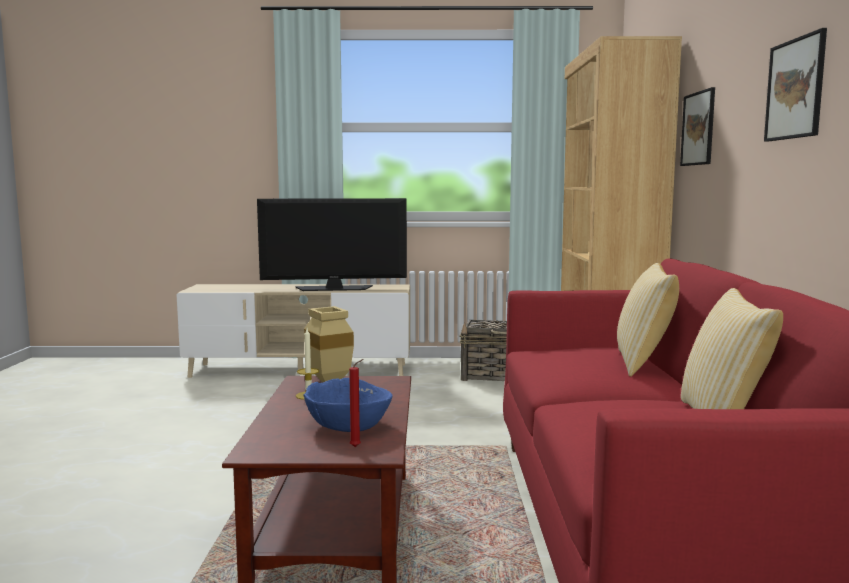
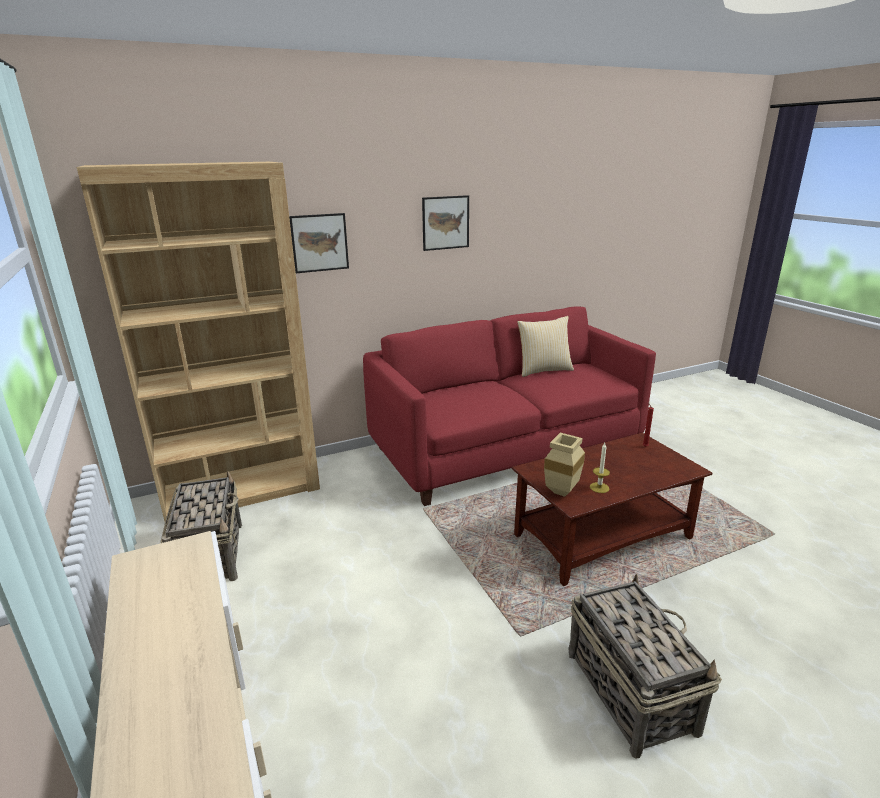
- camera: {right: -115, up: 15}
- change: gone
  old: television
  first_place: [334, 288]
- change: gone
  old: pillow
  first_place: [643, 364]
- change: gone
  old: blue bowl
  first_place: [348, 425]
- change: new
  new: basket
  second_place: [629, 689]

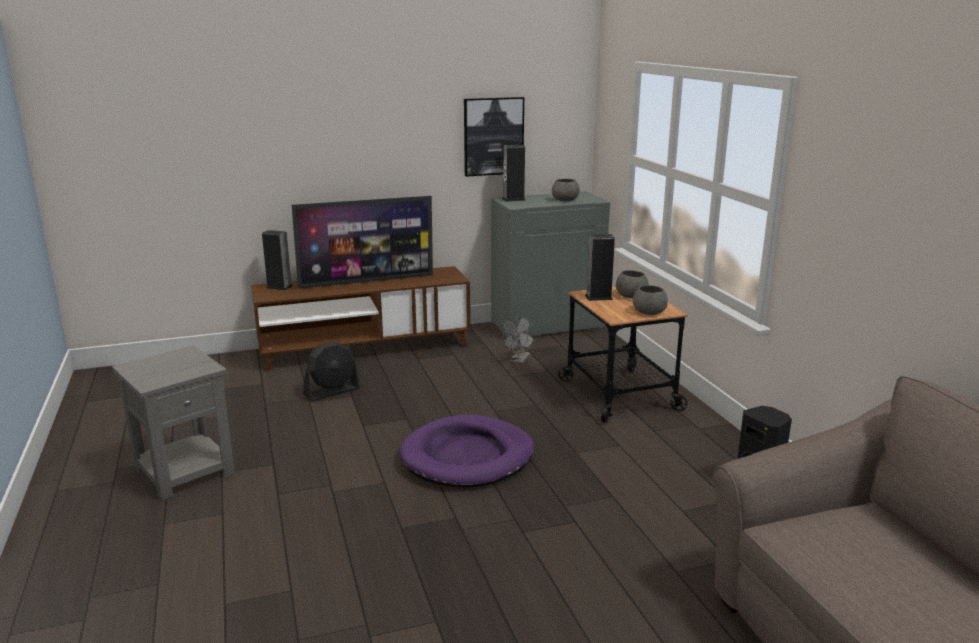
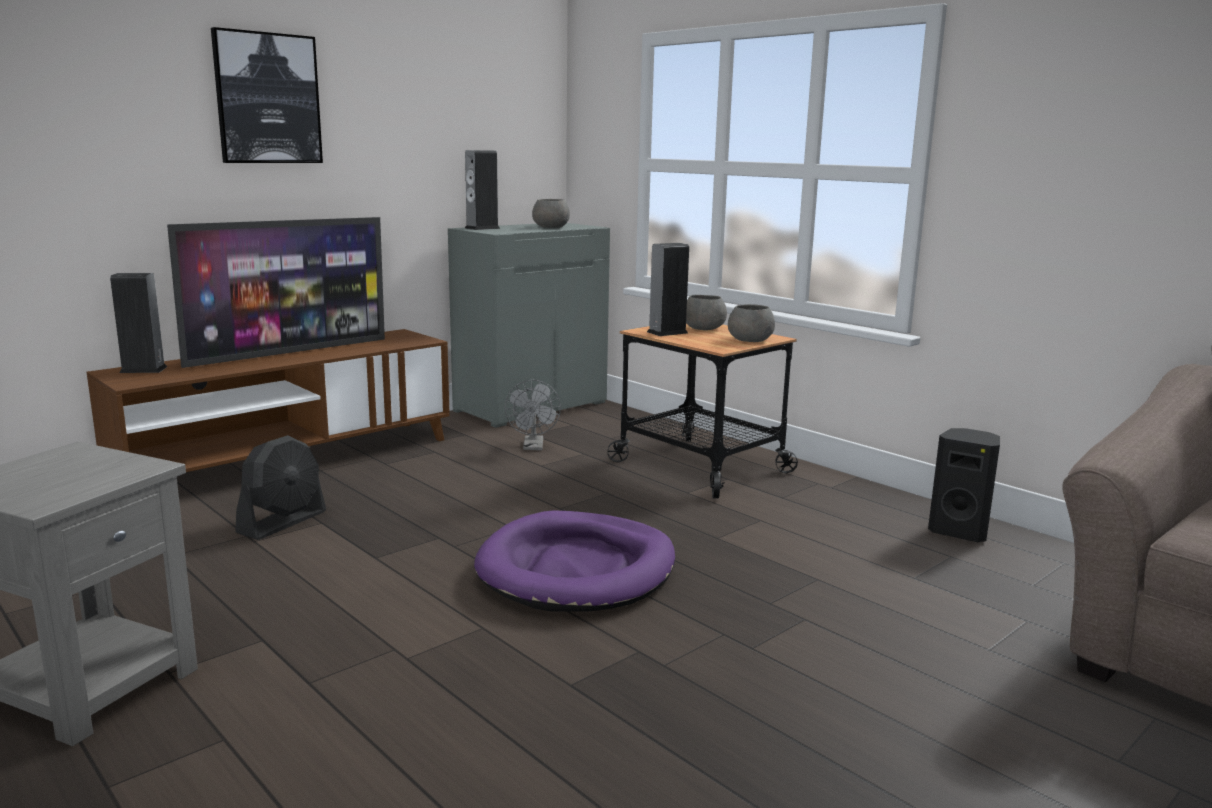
- camera: {right: -25, up: -5}
- change: shifted
  old: picture
  first_place: [493, 136]
  second_place: [267, 98]

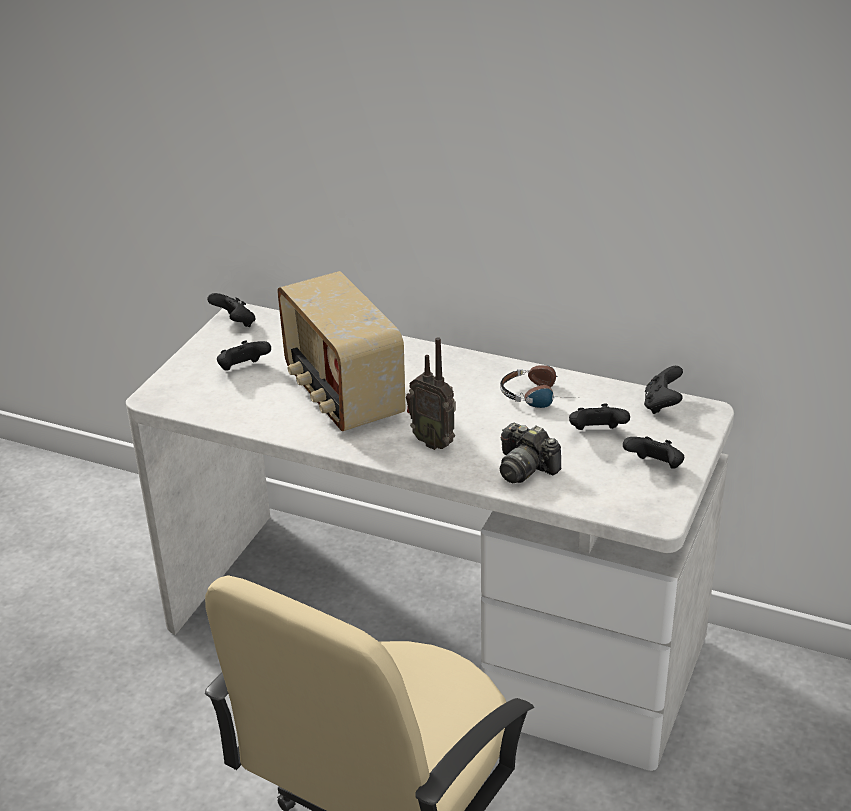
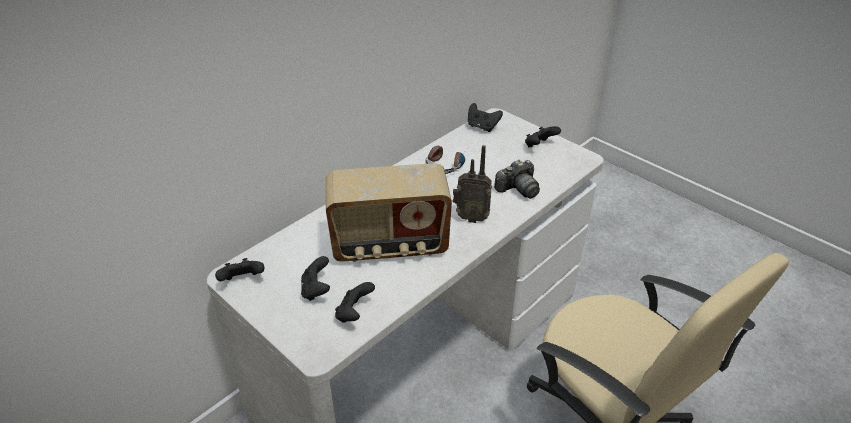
- camera: {right: -70, up: 5}
- change: rotated
  old: radio
  first_place: [434, 441]
  second_place: [471, 217]
  degrees: 45
- change: shifted
  old: black game controller
  first_place: [597, 433]
  second_place: [354, 313]

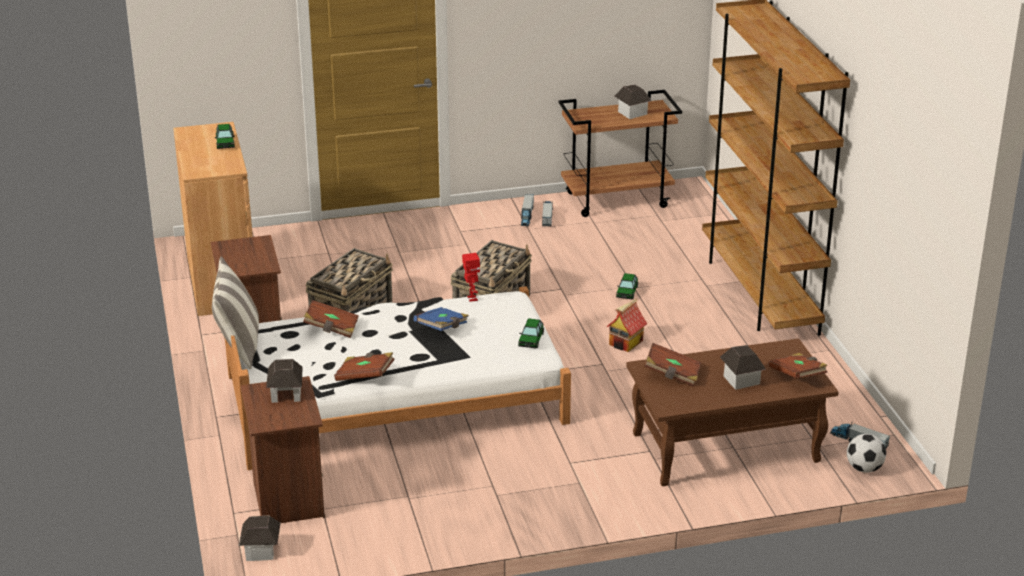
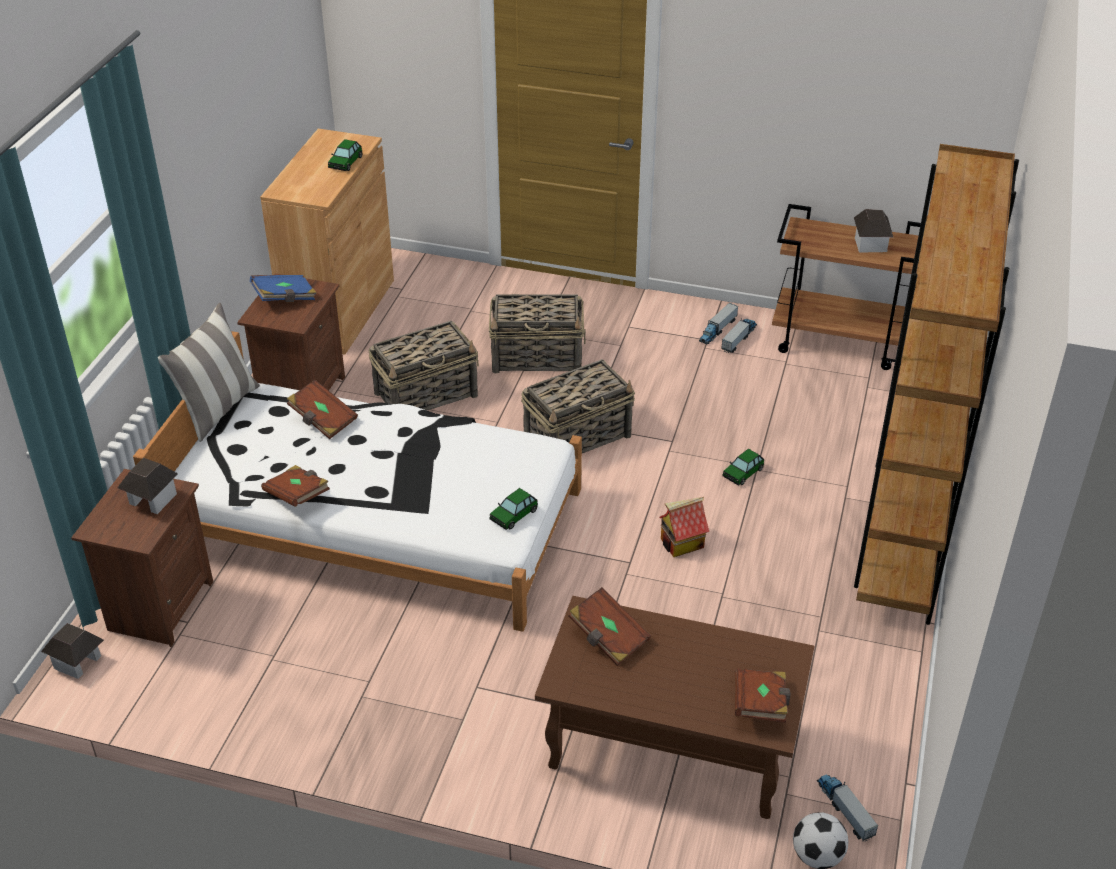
- camera: {right: 30, up: 10}
- change: gone
  old: toy robot
  first_place: [471, 298]
- change: shifted
  old: blue book
  first_place: [442, 328]
  second_place: [285, 298]
- change: gone
  old: toy house
  first_place: [741, 380]
- change: new
  new: basket
  second_place: [538, 357]

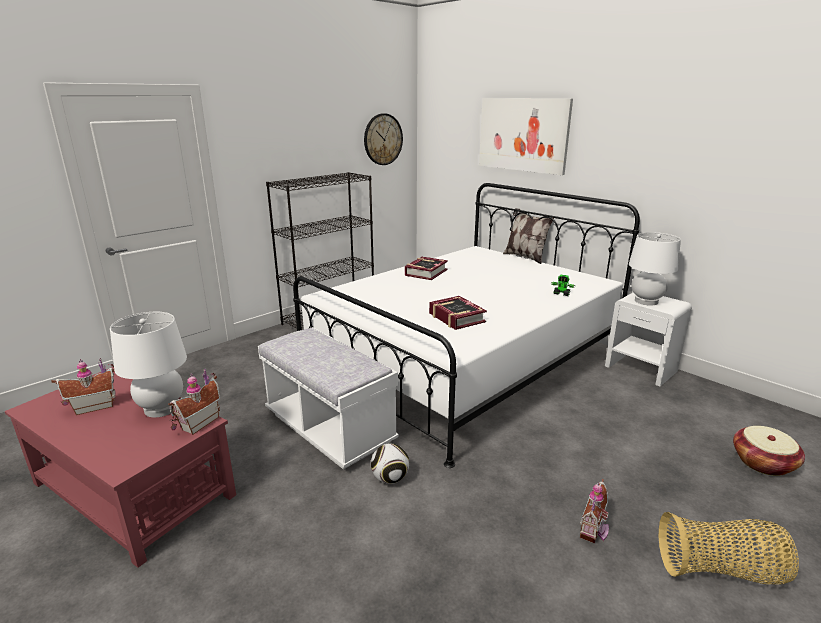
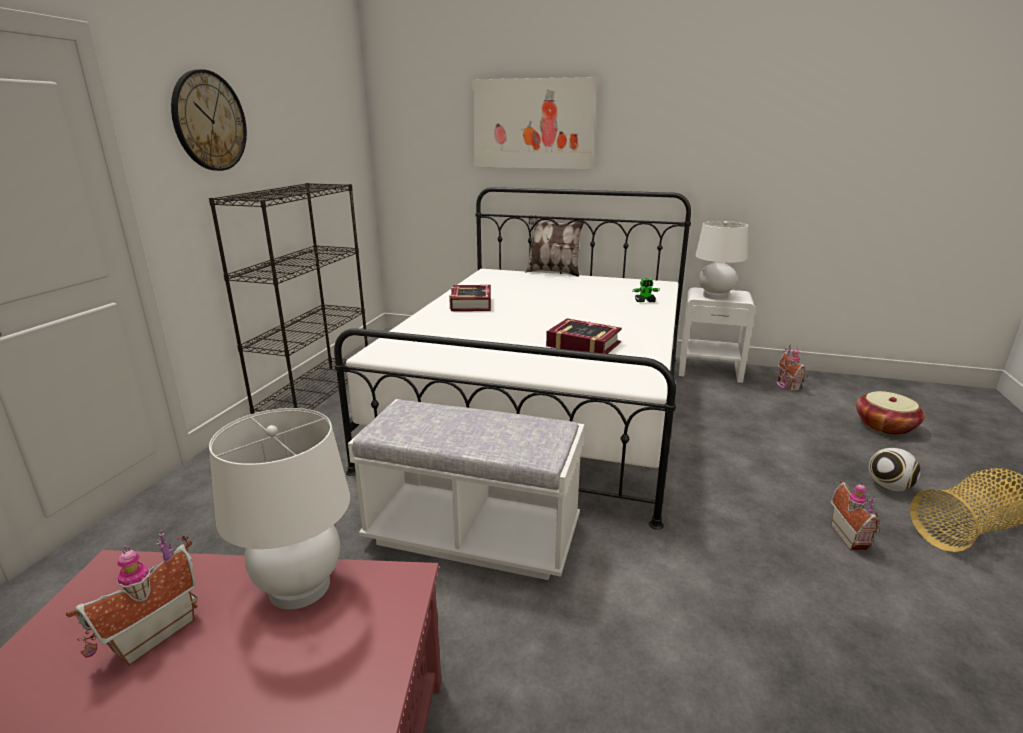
- camera: {right: -30, up: 0}
- change: shifted
  old: wall clock
  first_place: [383, 139]
  second_place: [209, 121]
- change: shifted
  old: toy house
  first_place: [197, 423]
  second_place: [786, 385]
- change: shifted
  old: football
  first_place: [390, 478]
  second_place: [888, 487]

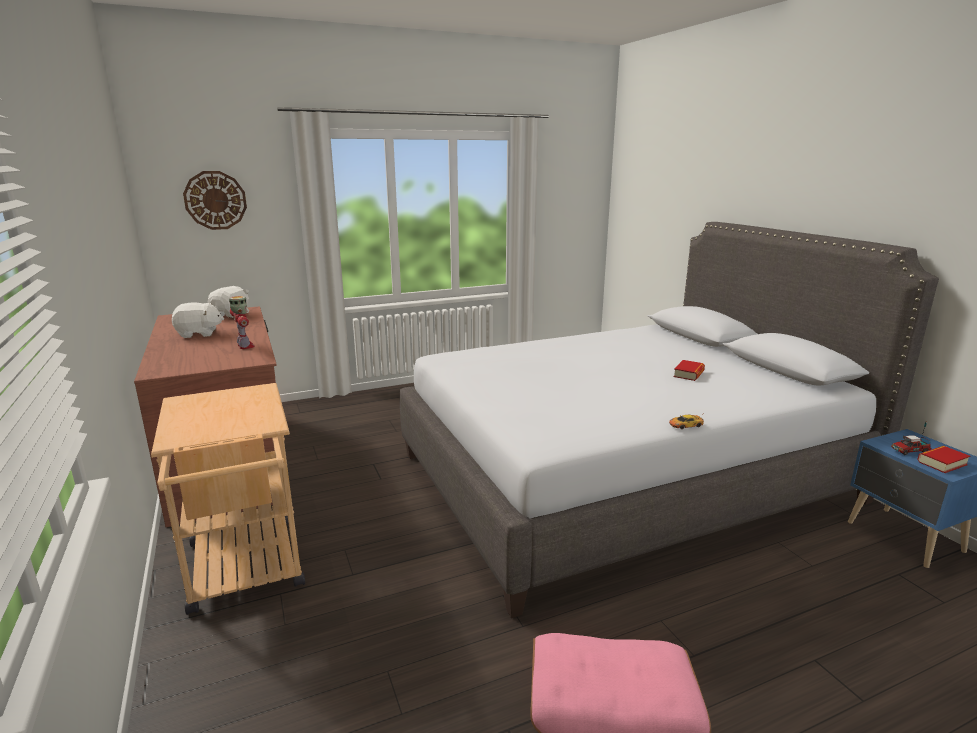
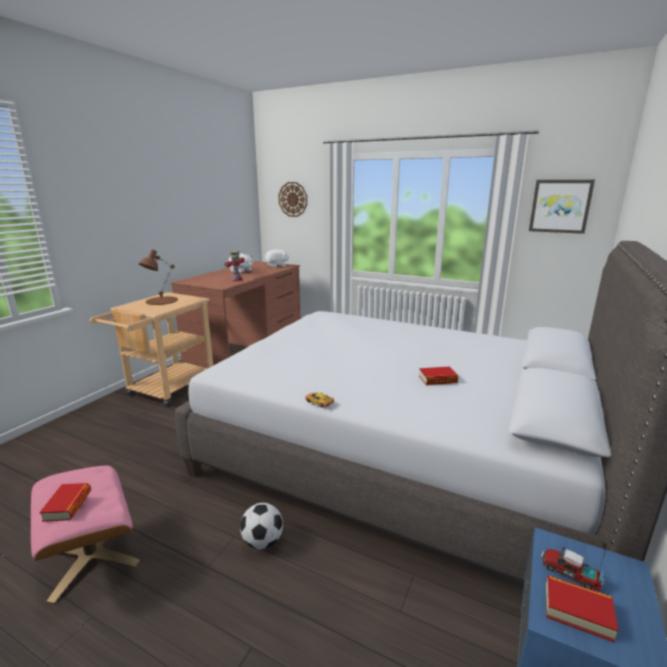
- camera: {right: 50, up: 0}
- change: new
  new: picture
  second_place: [560, 206]
- change: new
  new: brown table lamp
  second_place: [161, 301]
- change: new
  new: book
  second_place: [68, 505]
- change: new
  new: football
  second_place: [262, 541]

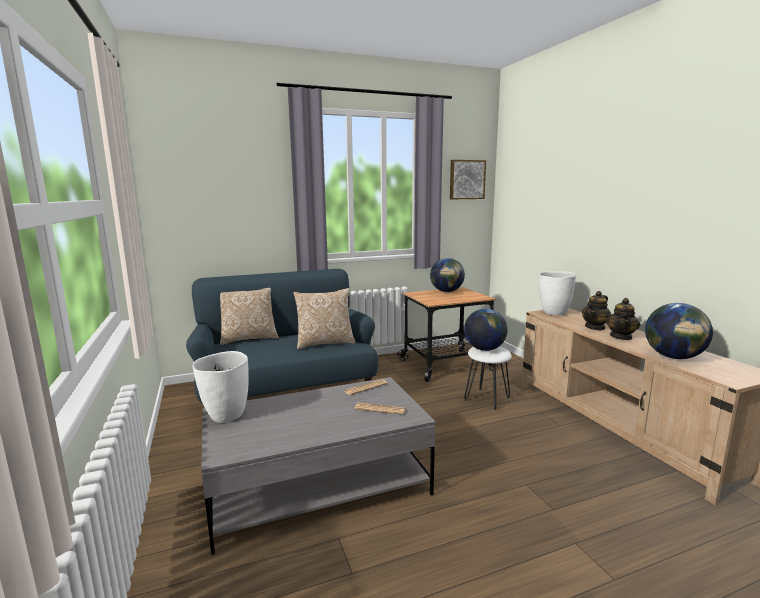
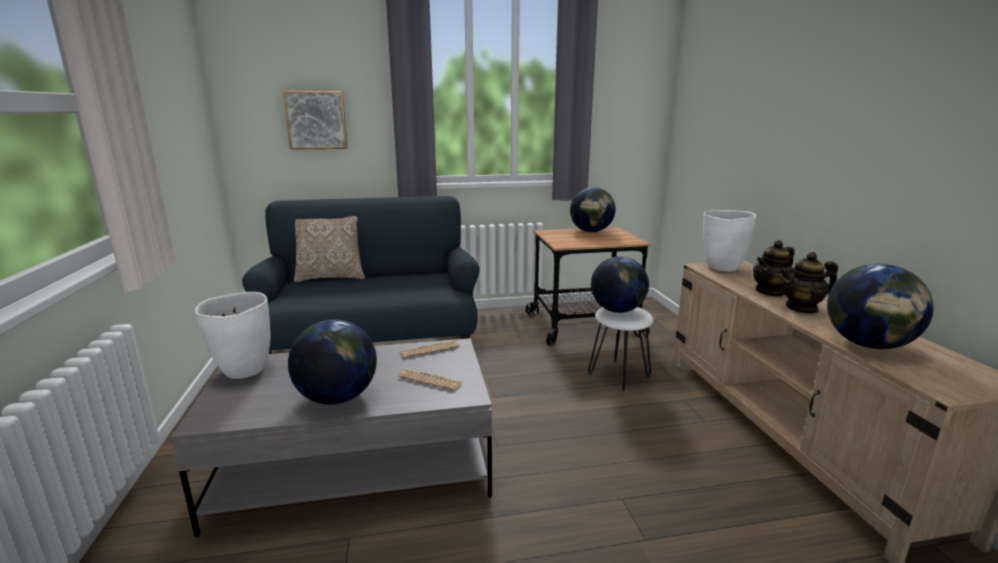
- camera: {right: 10, up: 5}
- change: shifted
  old: picture
  first_place: [466, 179]
  second_place: [316, 120]
- change: gone
  old: pillow
  first_place: [325, 343]
- change: rotated
  old: teapot
  first_place: [621, 337]
  second_place: [802, 308]
  degrees: 45
- change: new
  new: globe
  second_place: [337, 397]

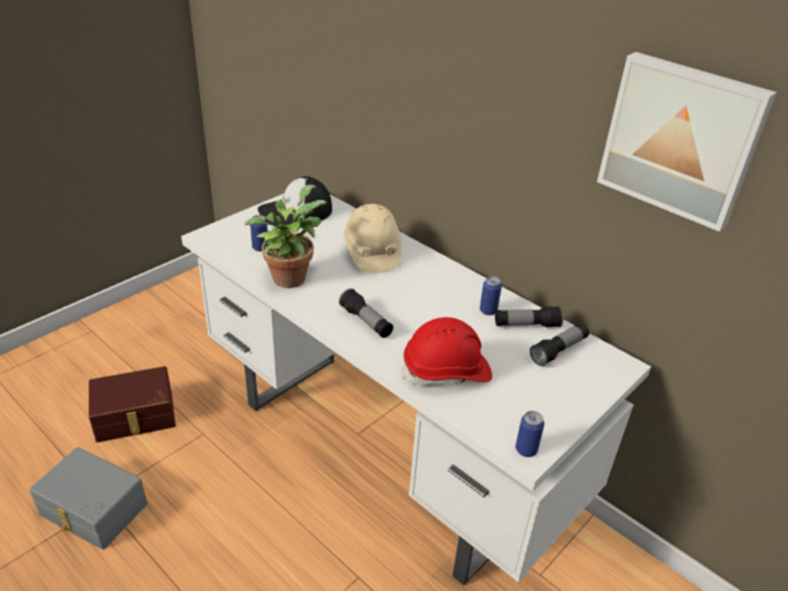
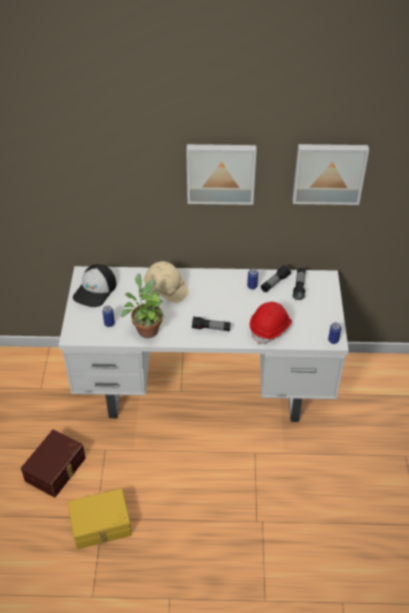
- camera: {right: -40, up: 10}
- change: repainted
  old: grey storage box
  new: yellow storage box
  first_place: [92, 511]
  second_place: [101, 526]
- change: new
  new: picture
  second_place: [220, 172]

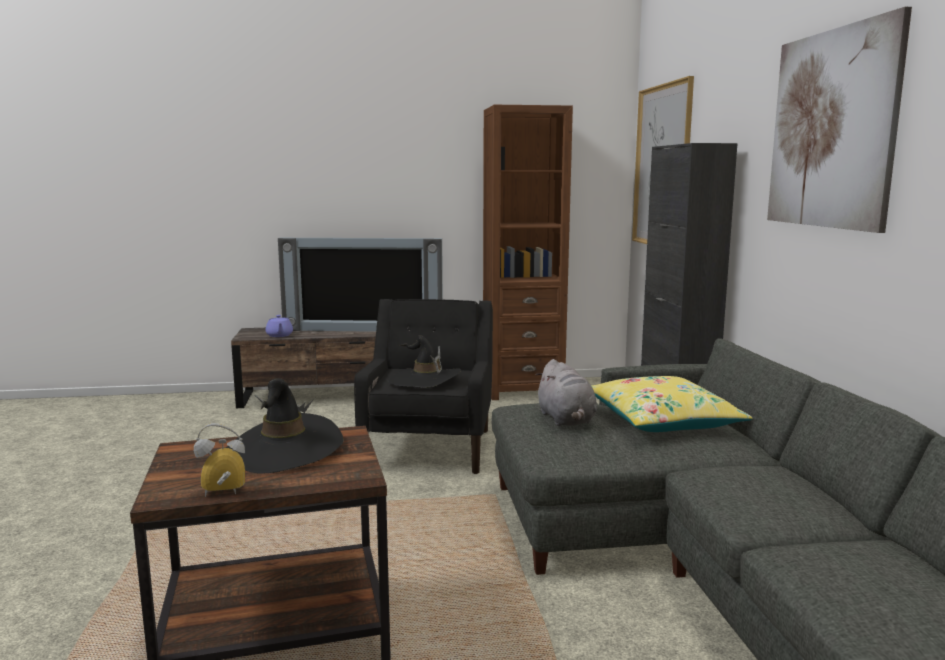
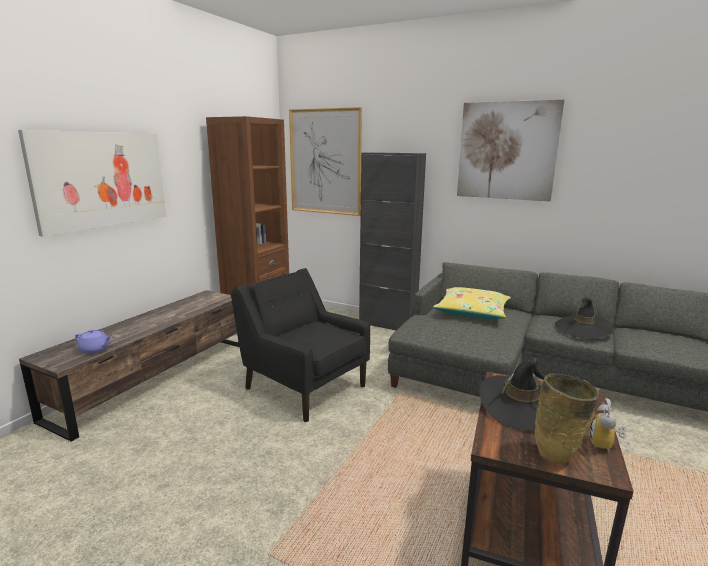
- camera: {right: -55, up: 5}
- change: gone
  old: television
  first_place: [363, 329]
- change: shifted
  old: black hat
  first_place: [424, 381]
  second_place: [583, 329]
- change: gone
  old: grey plush toy
  first_place: [566, 420]
- change: new
  new: picture
  second_place: [101, 179]
- change: new
  new: beige vase
  second_place: [557, 457]

